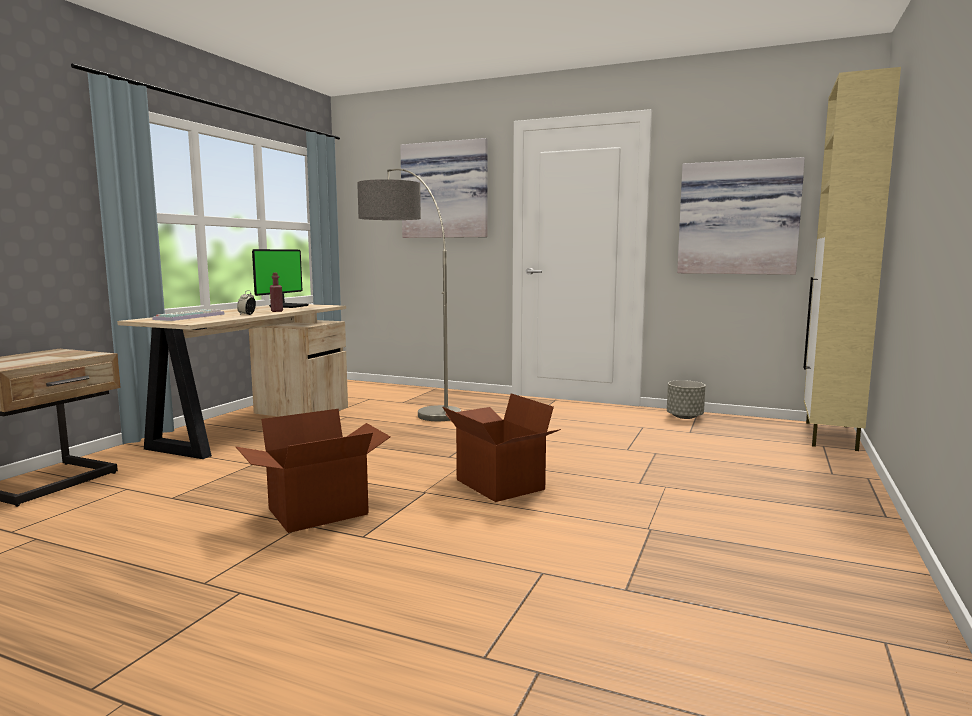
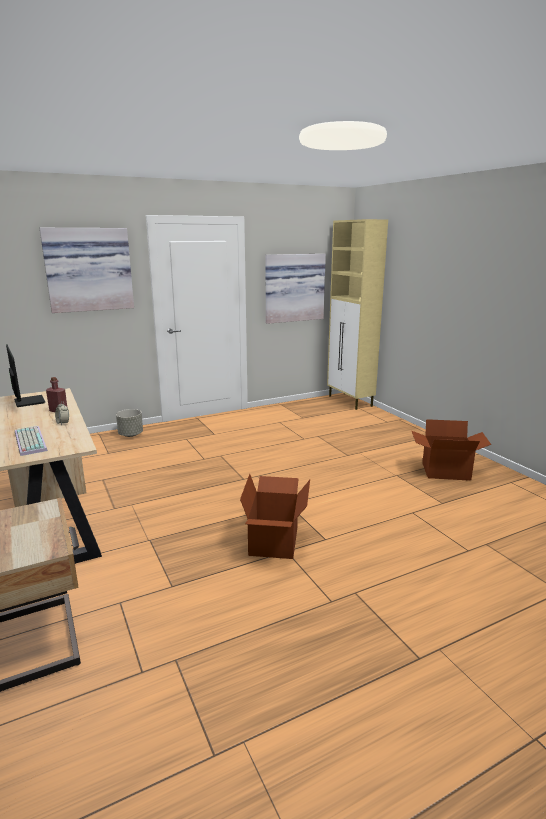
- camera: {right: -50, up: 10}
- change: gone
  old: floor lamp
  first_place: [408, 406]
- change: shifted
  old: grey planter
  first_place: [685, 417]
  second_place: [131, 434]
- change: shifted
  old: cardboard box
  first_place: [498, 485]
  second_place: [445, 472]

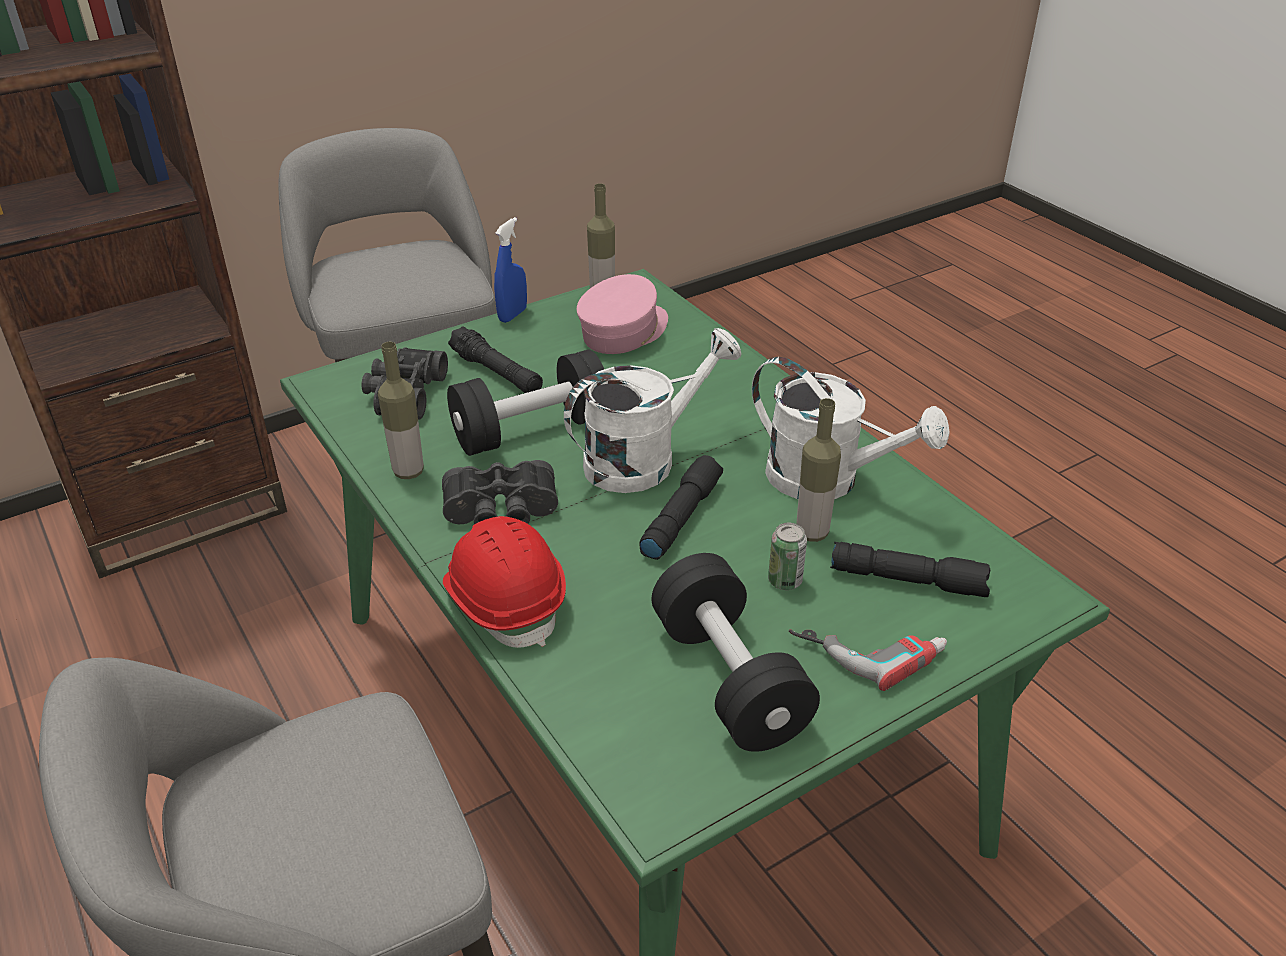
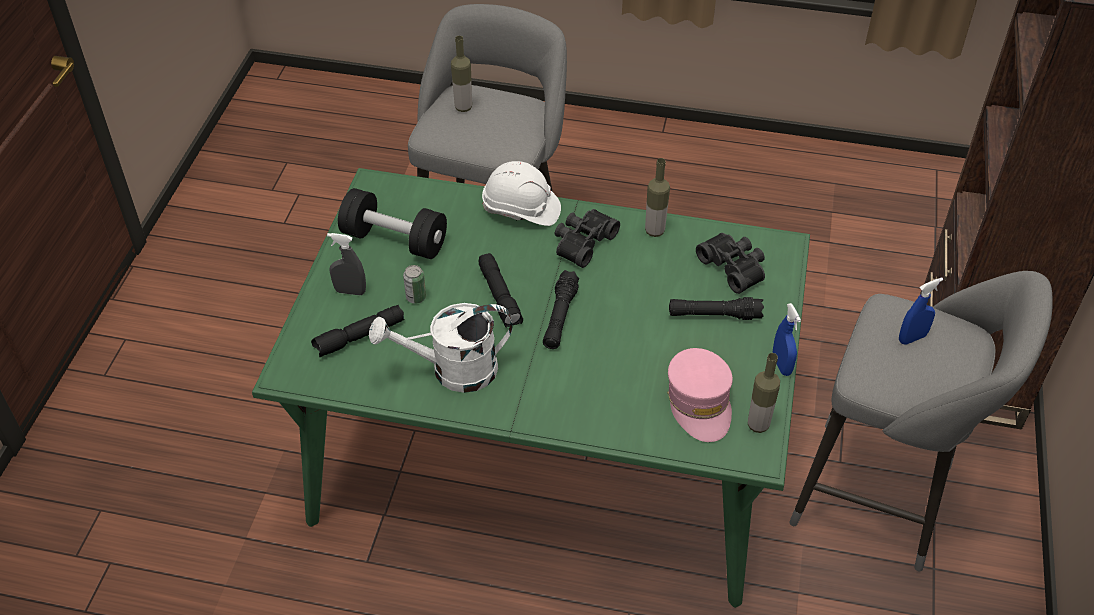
- camera: {right: 135, up: 10}
- change: swapped
  old: white watering can
  new: black flashlight
  first_place: [643, 459]
  second_place: [560, 316]
- change: gone
  old: black dumbbell
  first_place: [531, 430]
- change: shifted
  old: bottle
  first_place: [812, 533]
  second_place: [463, 107]
- change: repainted
  old: red hard hat
  new: white hard hat
  first_place: [505, 601]
  second_place: [521, 209]
- change: swapped
  old: power drill
  new: grey spray bottle
  first_place: [868, 646]
  second_place: [350, 291]
- change: new
  new: blue spray bottle
  second_place: [912, 338]

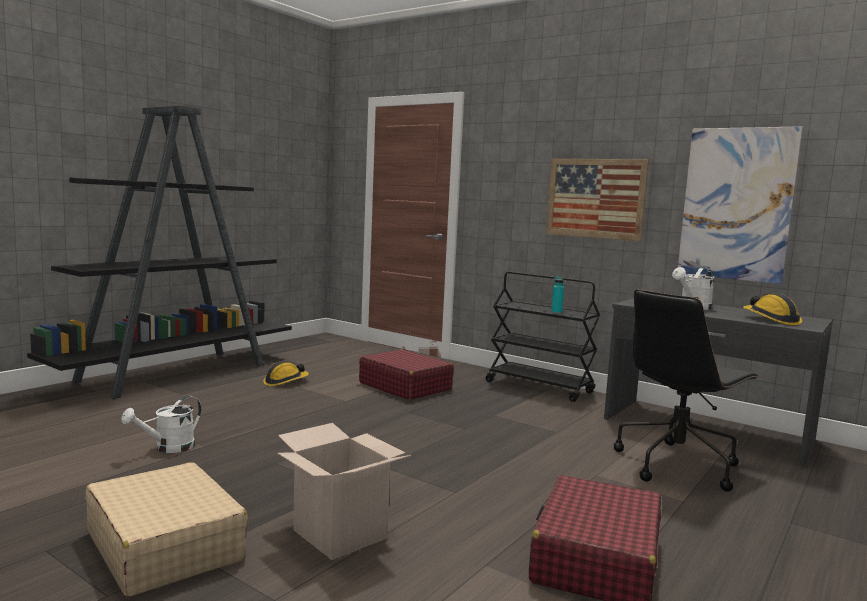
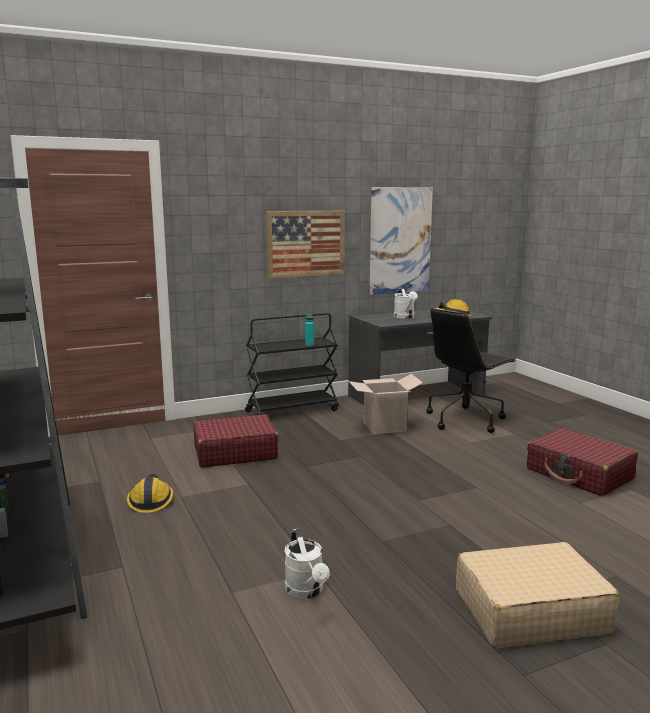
- camera: {right: -60, up: 5}
- change: rotated
  old: black office chair
  first_place: [677, 464]
  second_place: [465, 419]
  degrees: 60
- change: shifted
  old: cardboard box
  first_place: [340, 534]
  second_place: [384, 427]

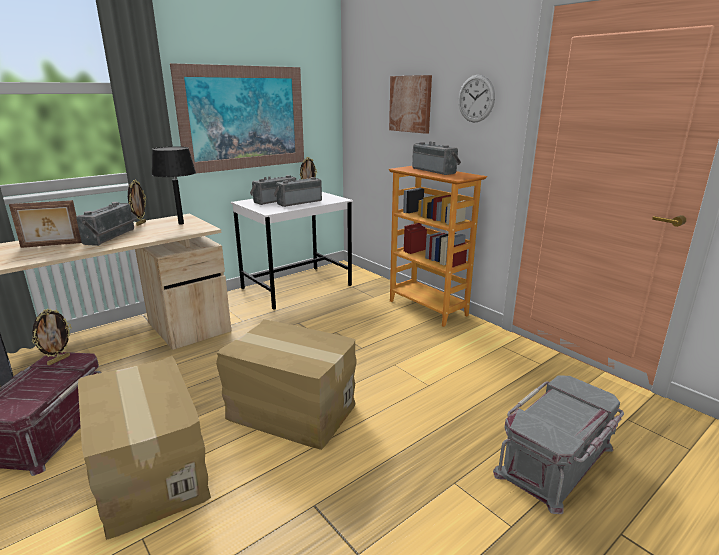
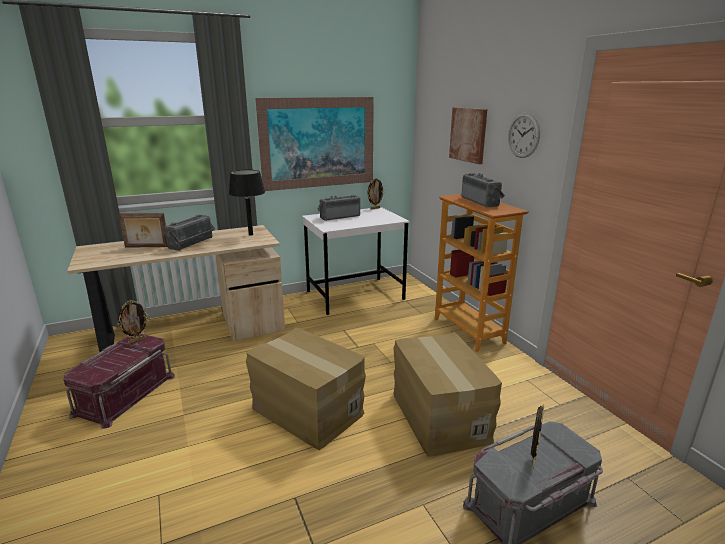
- camera: {right: 15, up: 0}
- change: gone
  old: radio
  first_place: [298, 202]
- change: shifted
  old: picture frame
  first_place: [140, 223]
  second_place: [532, 460]
- change: shifted
  old: cardboard box
  first_place: [148, 472]
  second_place: [438, 416]

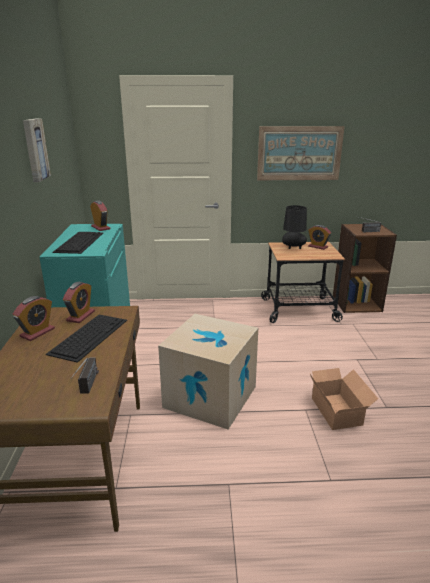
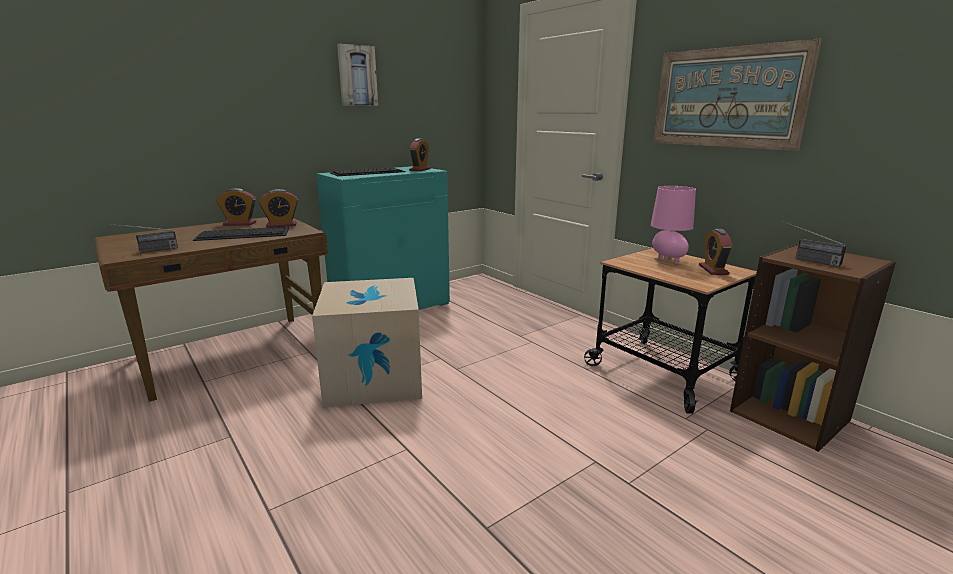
- camera: {right: 55, up: -5}
- change: repainted
  old: black table lamp
  new: pink table lamp
  first_place: [293, 248]
  second_place: [667, 260]
- change: gone
  old: cardboard box
  first_place: [337, 410]

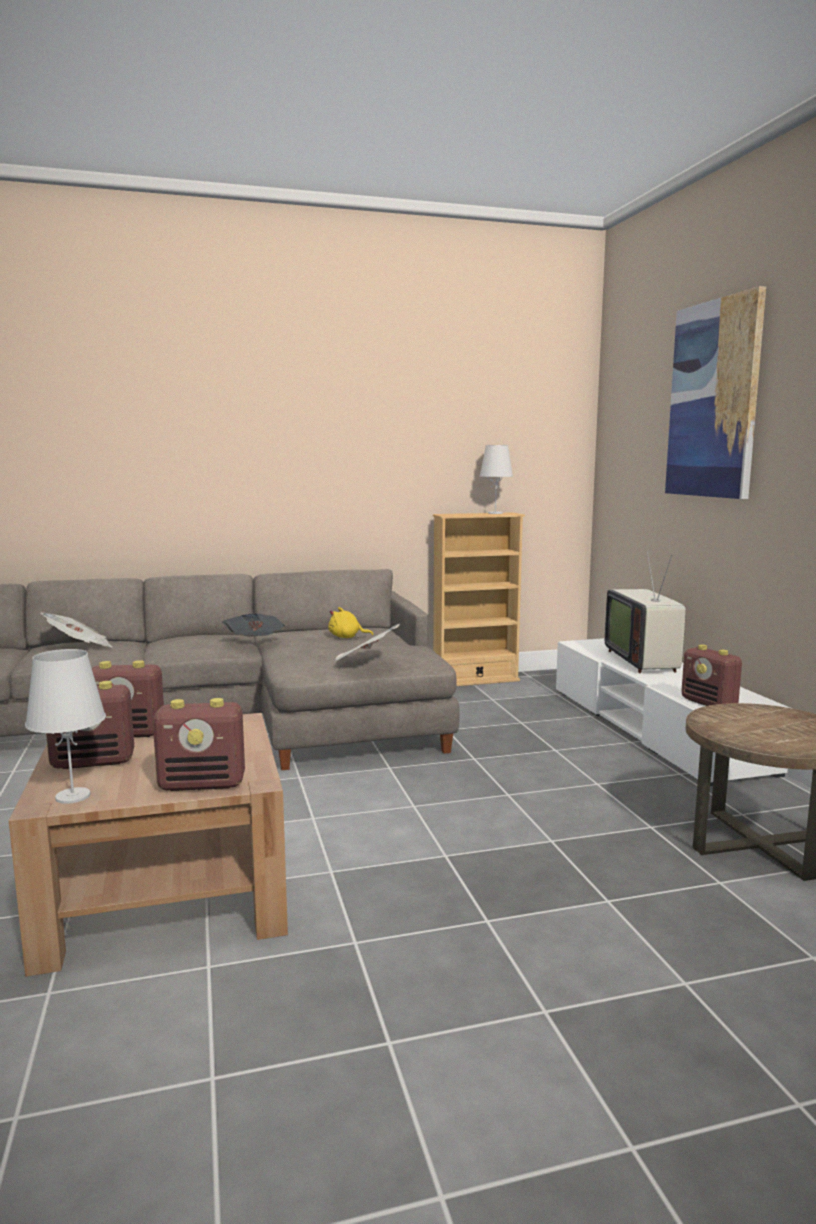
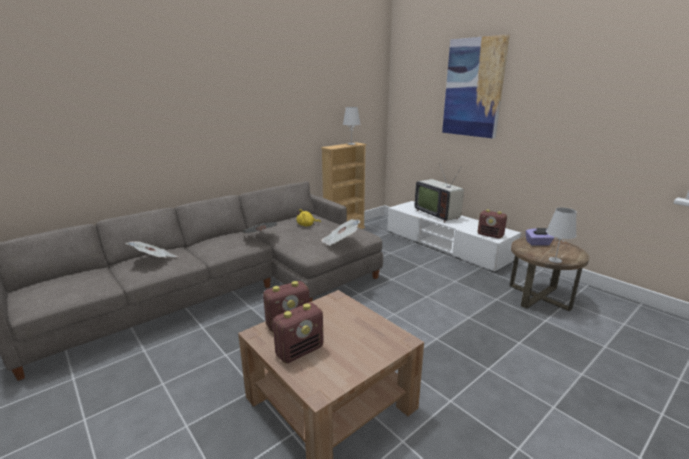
- camera: {right: -25, up: 10}
- change: shifted
  old: white table lamp
  first_place: [72, 796]
  second_place: [555, 260]
- change: gone
  old: radio
  first_place: [203, 784]
- change: new
  new: purple tissue box
  second_place: [538, 243]

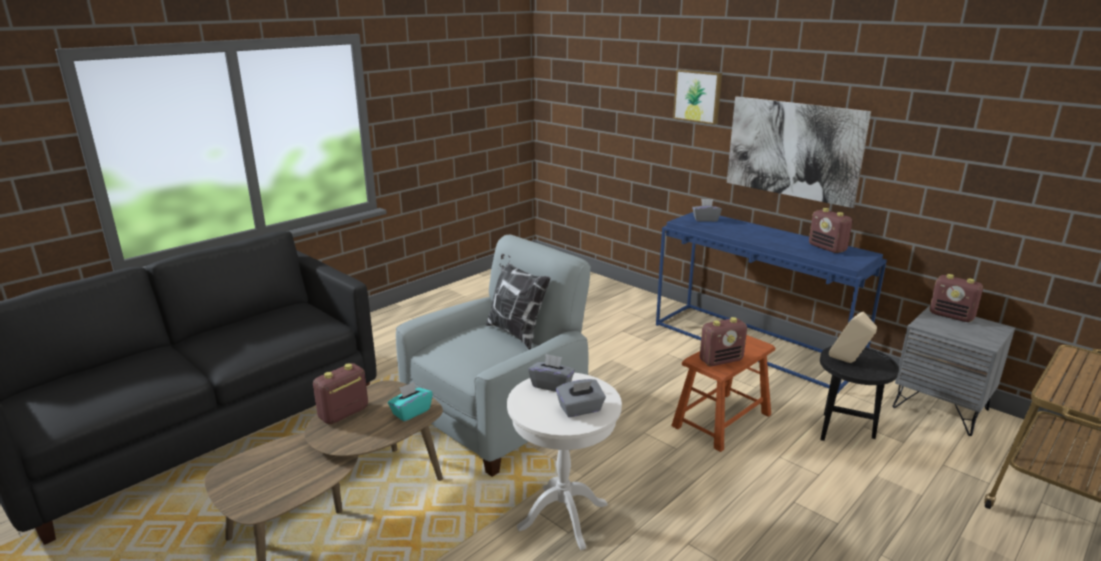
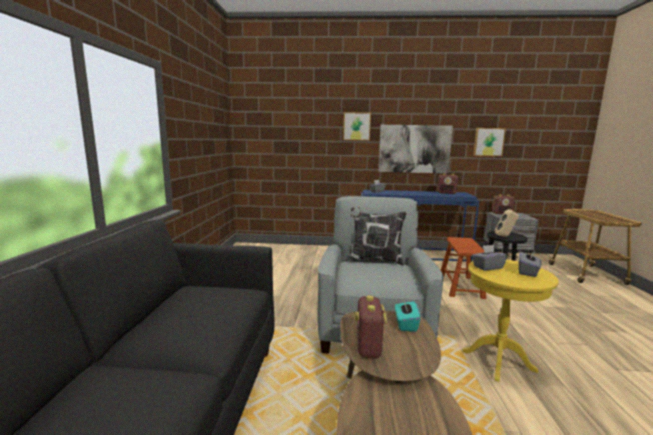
- camera: {right: -40, up: -10}
- change: gone
  old: radio
  first_place: [721, 360]
- change: repainted
  old: white side table
  new: yellow side table
  first_place: [563, 516]
  second_place: [498, 361]
- change: new
  new: picture
  second_place: [488, 142]

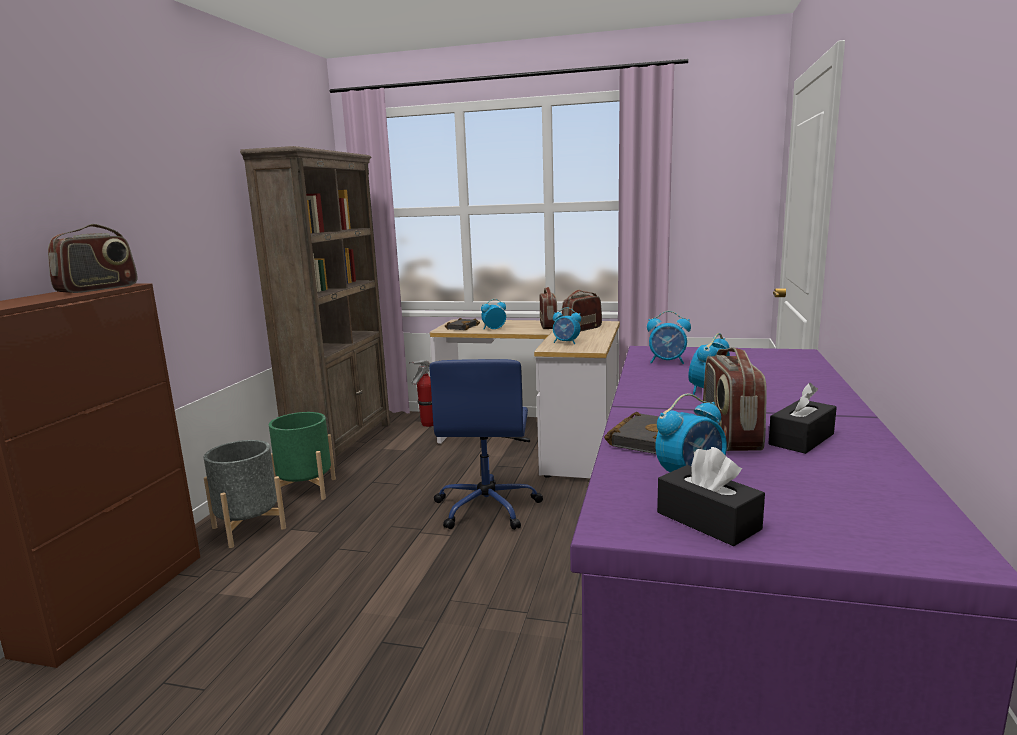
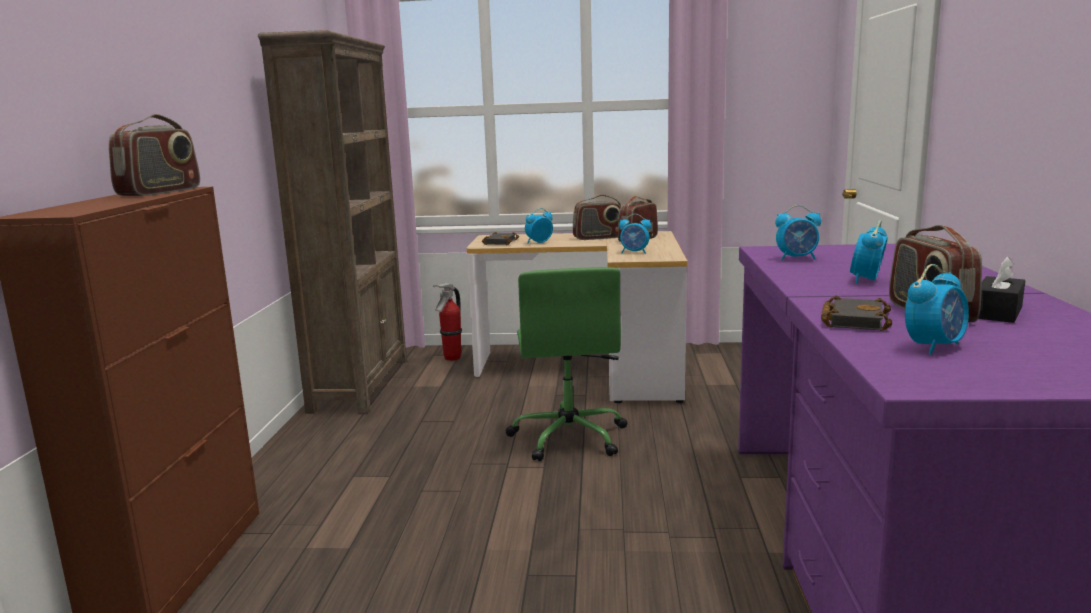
- camera: {right: -10, up: 0}
- change: rotated
  old: radio
  first_place: [548, 326]
  second_place: [598, 238]
  degrees: 90
- change: repainted
  old: blue office chair
  new: green office chair
  first_place: [487, 507]
  second_place: [569, 437]
- change: gone
  old: green planter
  first_place: [306, 489]
- change: gone
  old: grey planter
  first_place: [249, 528]
- change: gone
  old: black tissue box
  first_place: [708, 521]

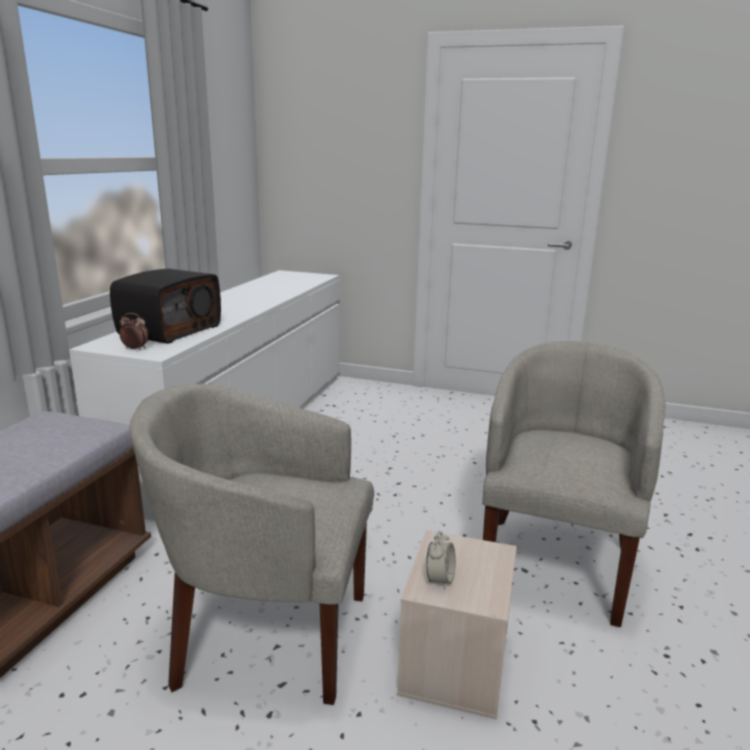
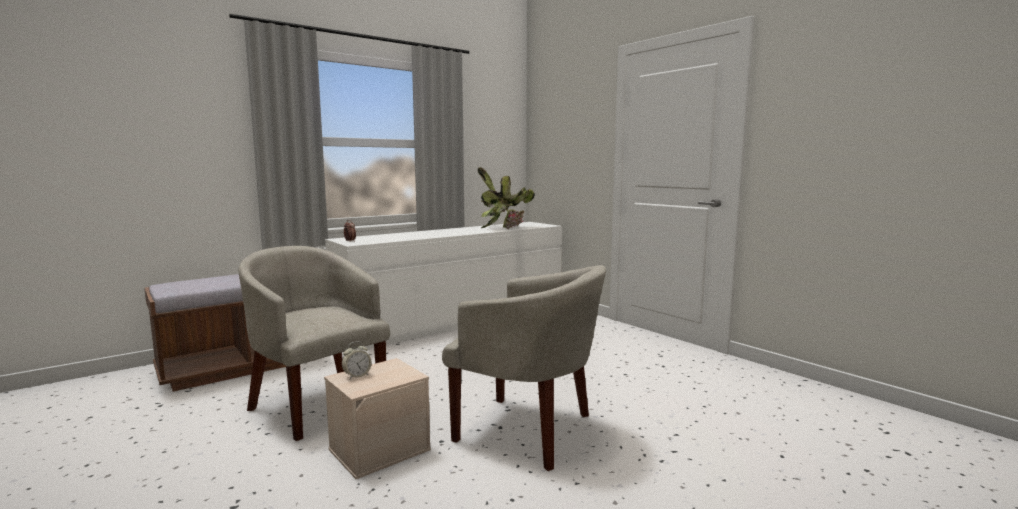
- camera: {right: 35, up: -10}
- change: gone
  old: radio
  first_place: [169, 330]
- change: rotated
  old: beige armchair
  first_place: [556, 563]
  second_place: [529, 431]
  degrees: 60
- change: new
  new: potted plant
  second_place: [504, 228]

